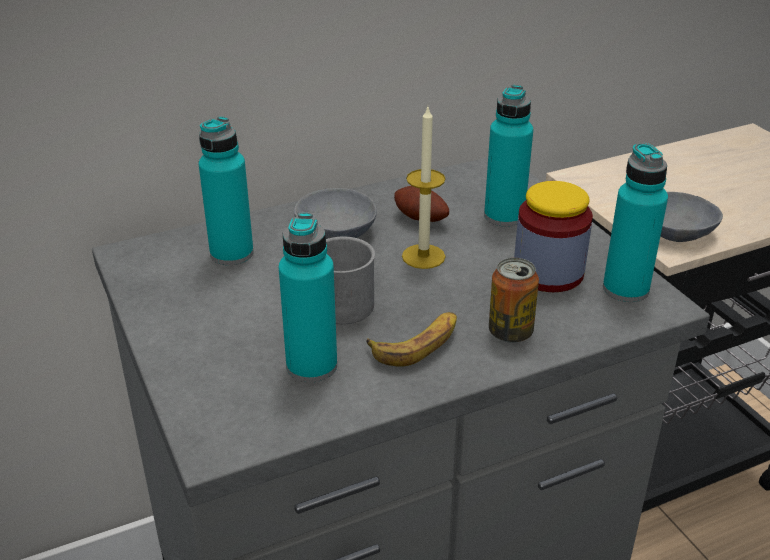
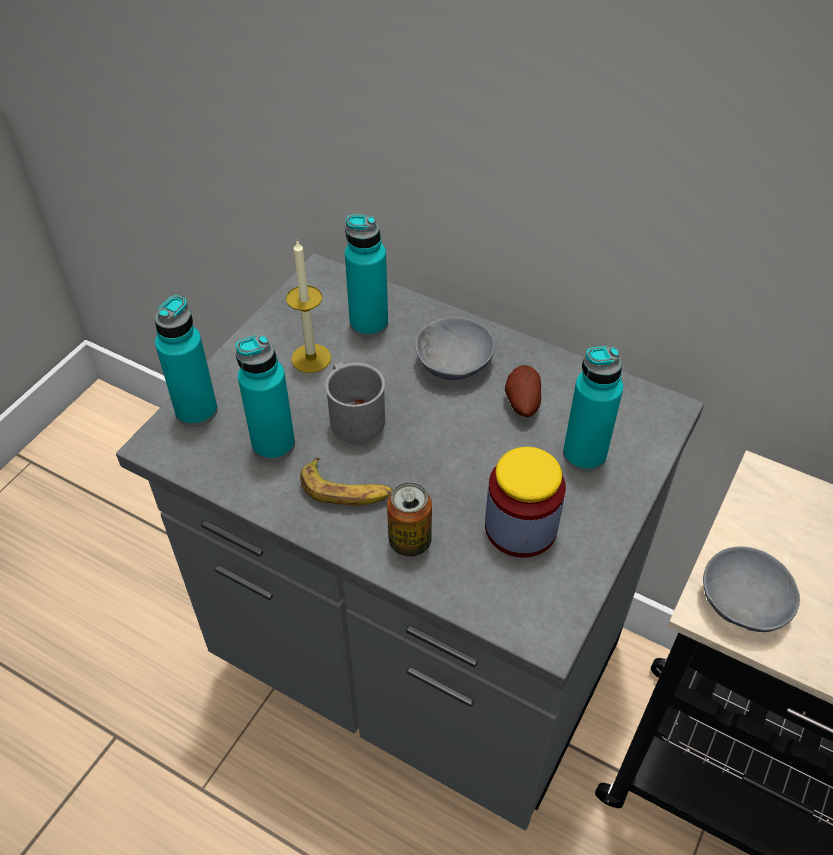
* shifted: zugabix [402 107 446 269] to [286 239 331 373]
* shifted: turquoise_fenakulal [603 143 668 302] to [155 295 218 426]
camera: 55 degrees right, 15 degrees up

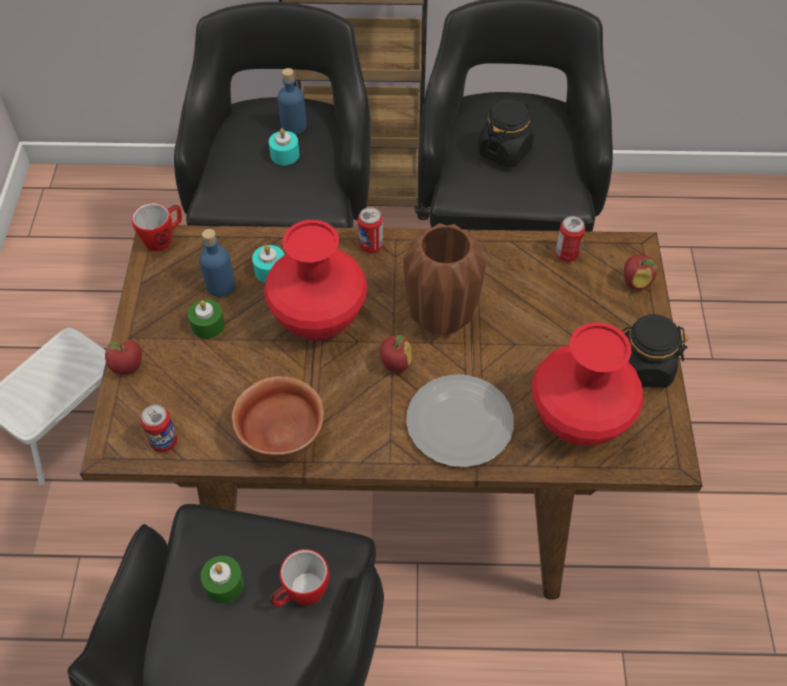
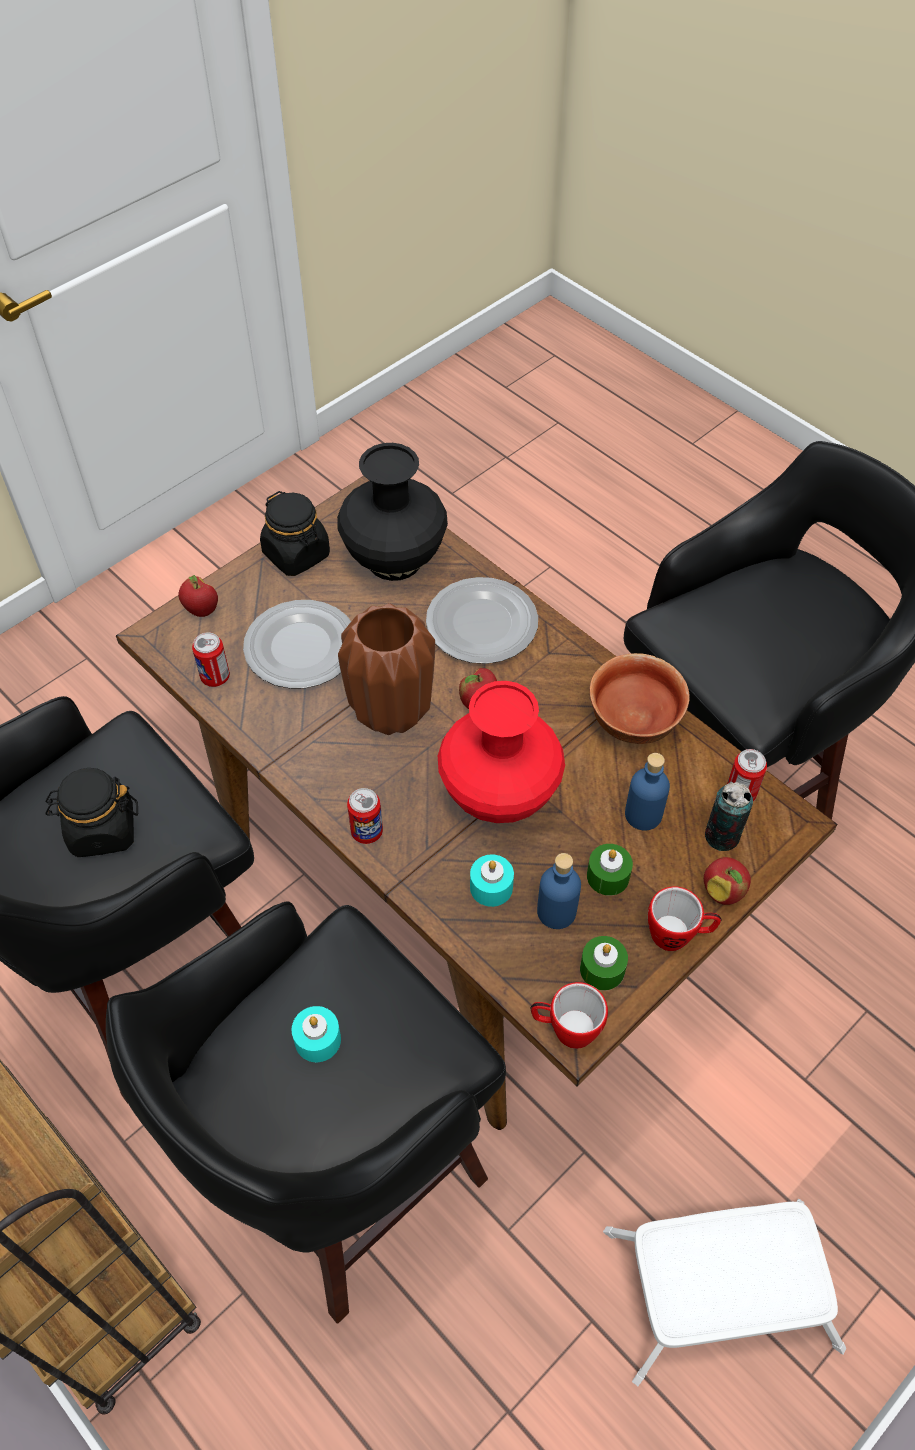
* shifted: blue_fenakulal [278 68 307 135] to [625 753 670 831]
* repainted: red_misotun [532 322 643 446] to black_misotun [337 443 448 581]
* shifted: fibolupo [271 549 329 607] to [648 887 722 951]
* shifted: green_zugabix [201 556 244 604] to [580 936 628 990]
* new: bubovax [243 600 351 689]
* new: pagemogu [705 782 753 851]
camera: 135 degrees left, 0 degrees up

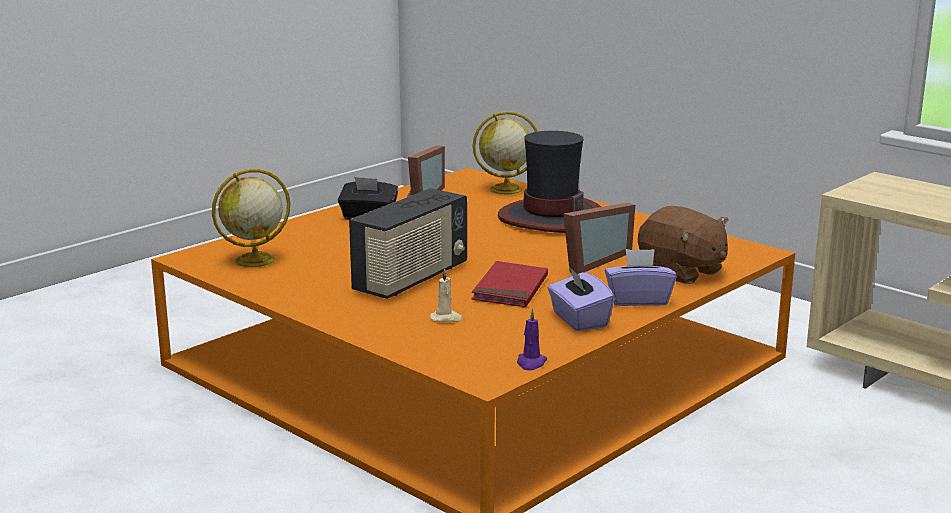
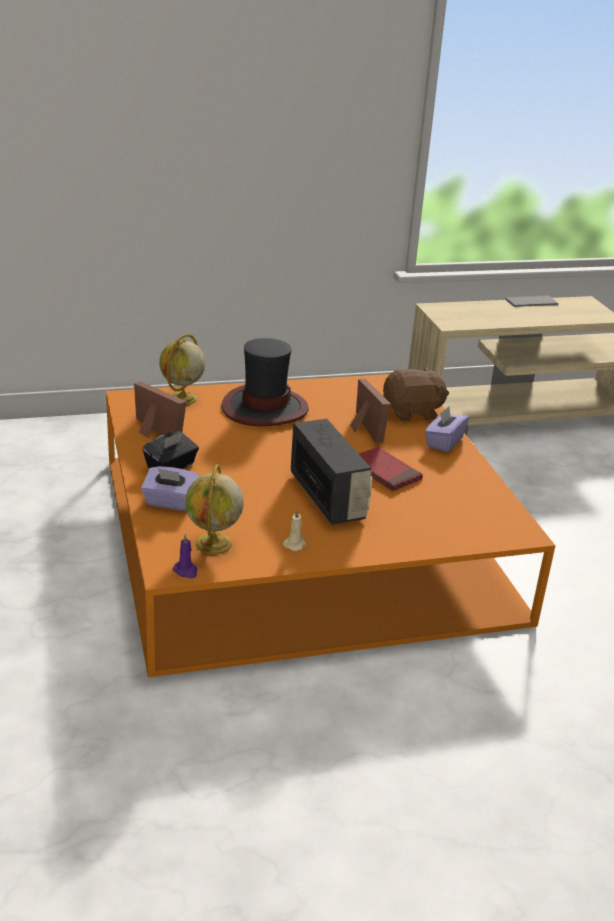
* shifted: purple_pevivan [548 266 615 331] to [141 467 200 511]
* shifted: beige_zugabix [430 269 463 322] to [283 509 307 551]
* shifted: purple_zugabix [517 309 547 371] to [173 533 197 578]
camera: 60 degrees left, 10 degrees up

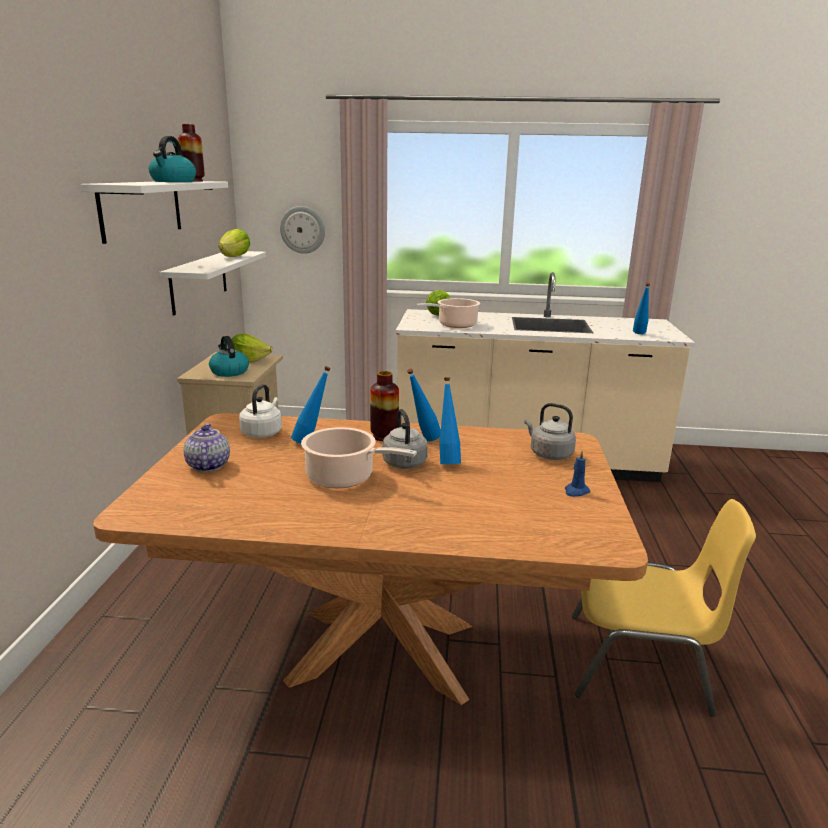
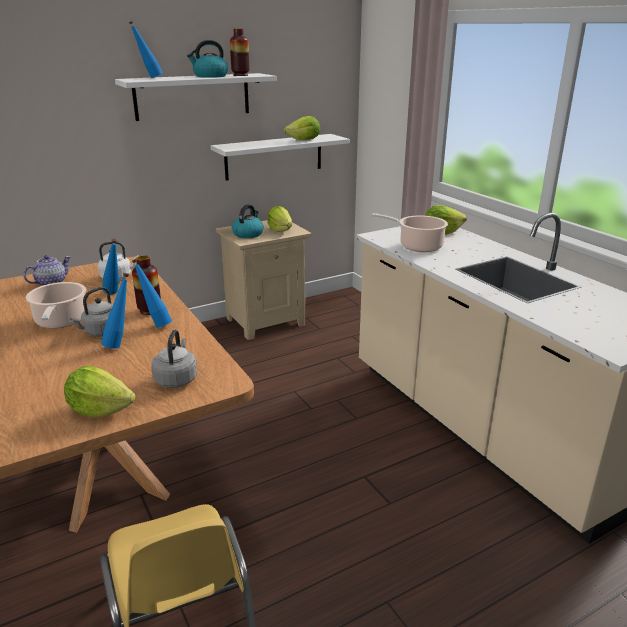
* gone: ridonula [280 206 325 254]
* shifted: blue_fenakulal [633 283 650 334] to [129 21 163 78]
* swapped: blue_zugabix [565 451 591 497] to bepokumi [64 366 136 417]
camera: 55 degrees right, 5 degrees up

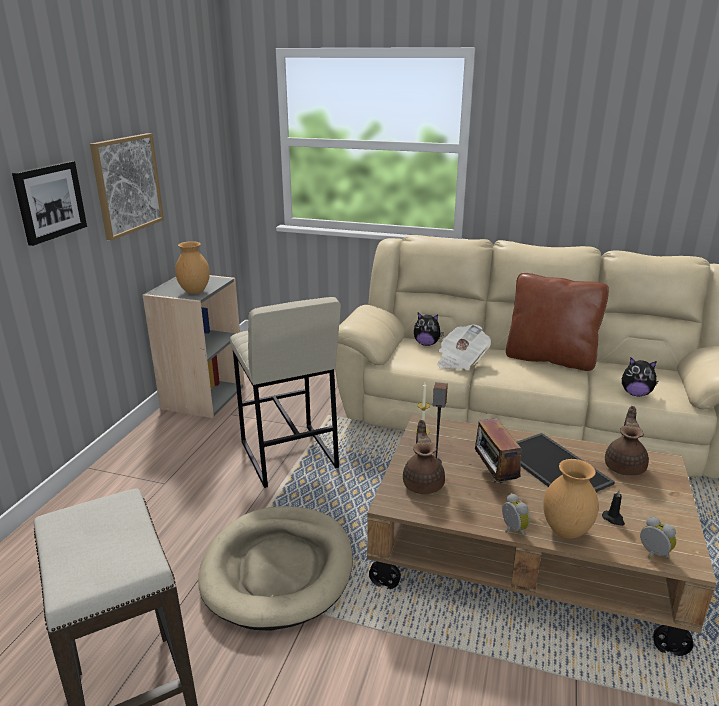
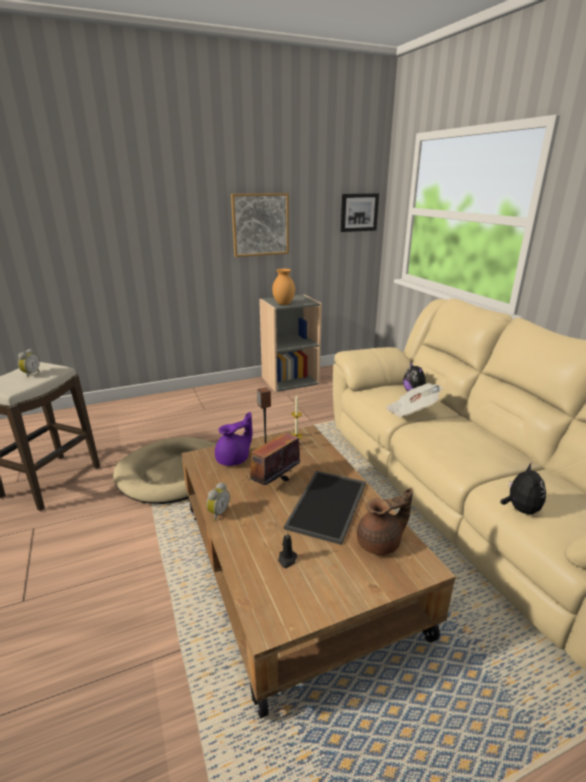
* shifted: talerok [12 161 87 246] to [341 193 379 232]
* gone: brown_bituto [506 273 609 371]
* gone: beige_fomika [230 297 341 488]
* rotated: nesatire [622 358 658 397] = [500 463 546 514] 150 degrees counterclockwise
* repainted: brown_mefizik [403 420 445 494] to purple_mefizik [215 412 253 466]
* gone: brown_misotun [543 459 599 539]
* shifted: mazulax [640 516 676 559] to [18 349 40 378]
camera: 50 degrees right, 0 degrees up

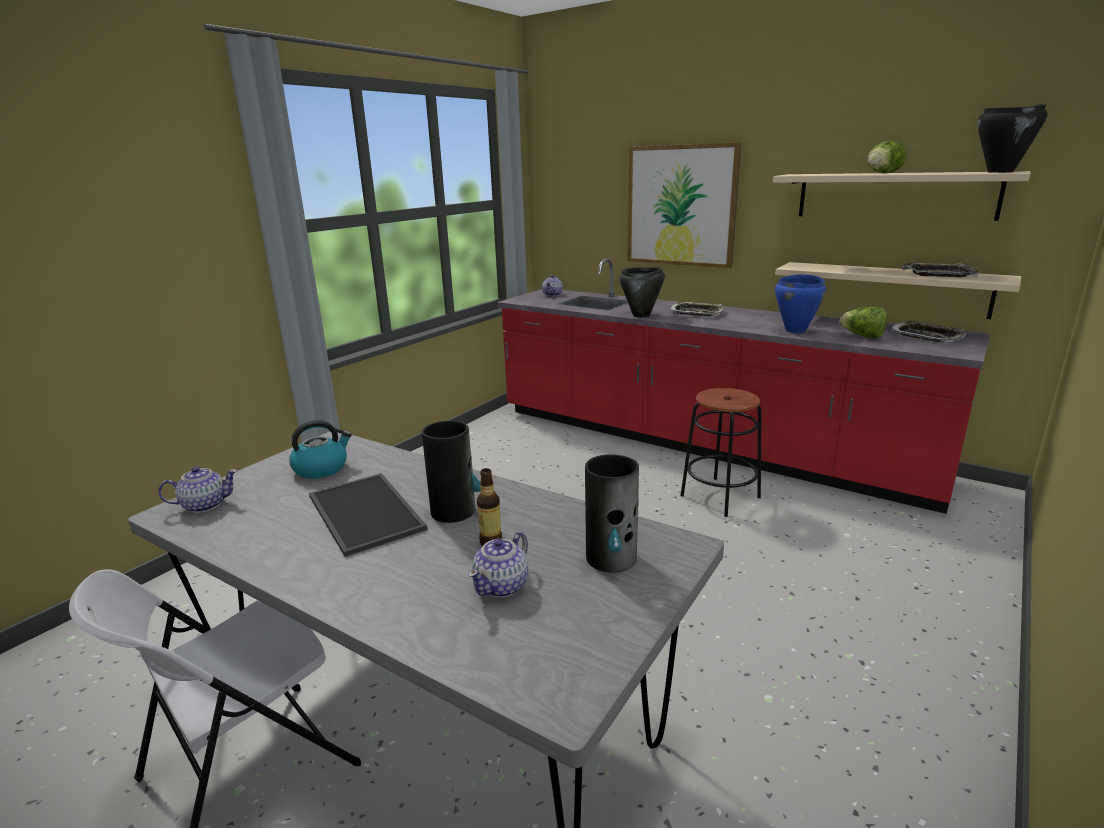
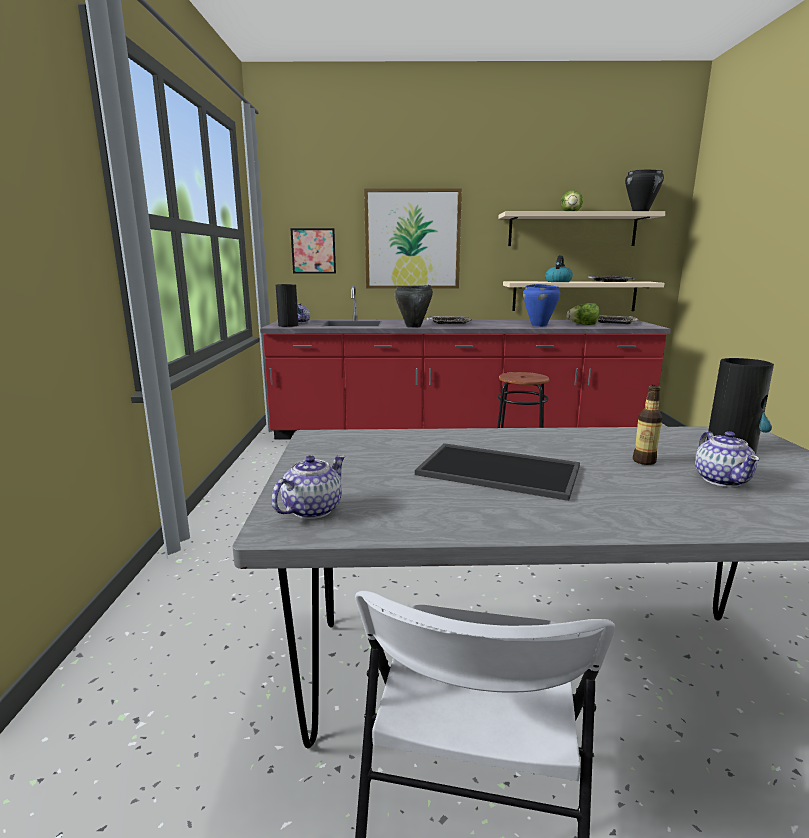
* shifted: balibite [289 420 352 479] to [545 256 573 282]
* shifted: misotun [422 421 481 523] to [276 284 302 327]
* new: talerok [290 228 336 273]
camera: 35 degrees left, 5 degrees down

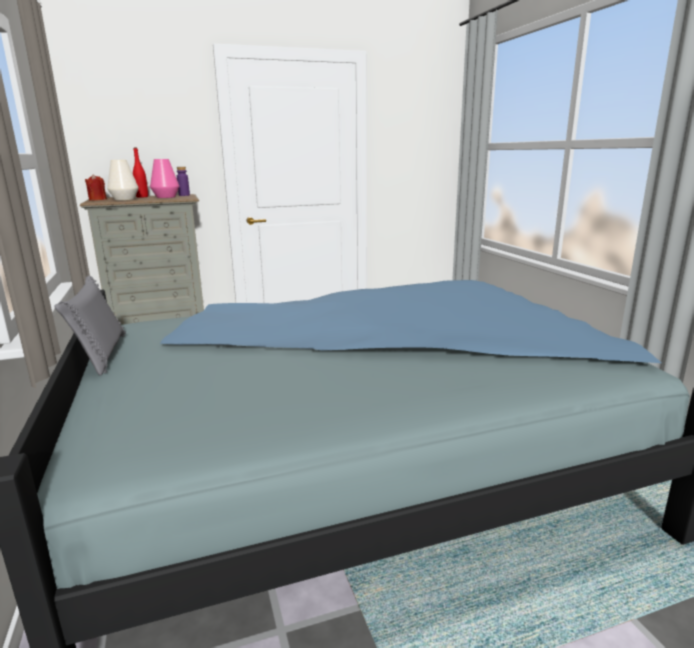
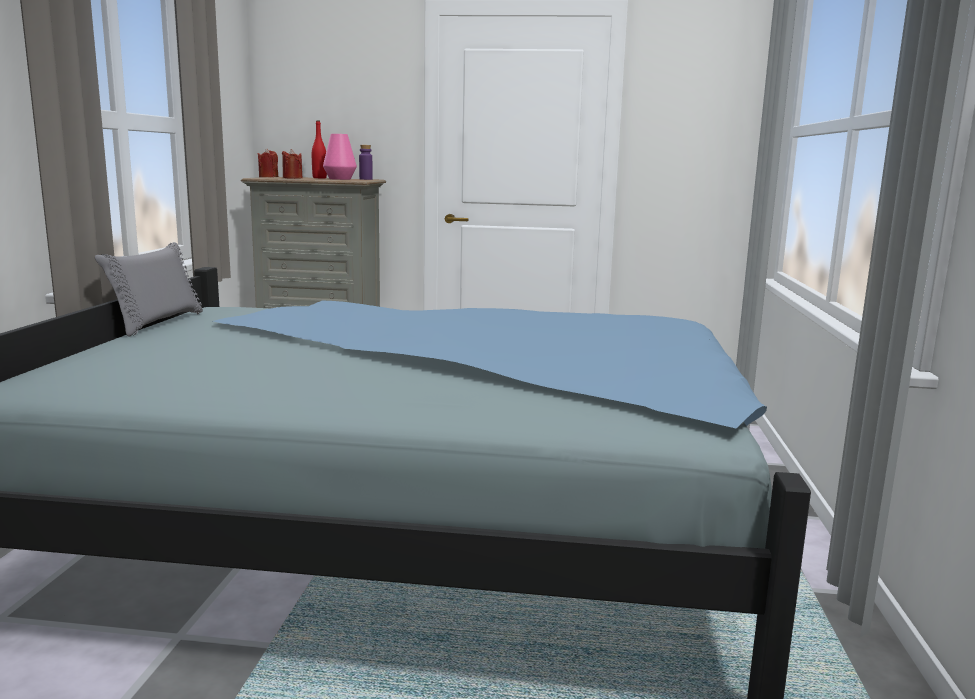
* swapped: white_misotun [107 160 139 200] to red_zugabix [282 149 302 179]
camera: 25 degrees right, 5 degrees down

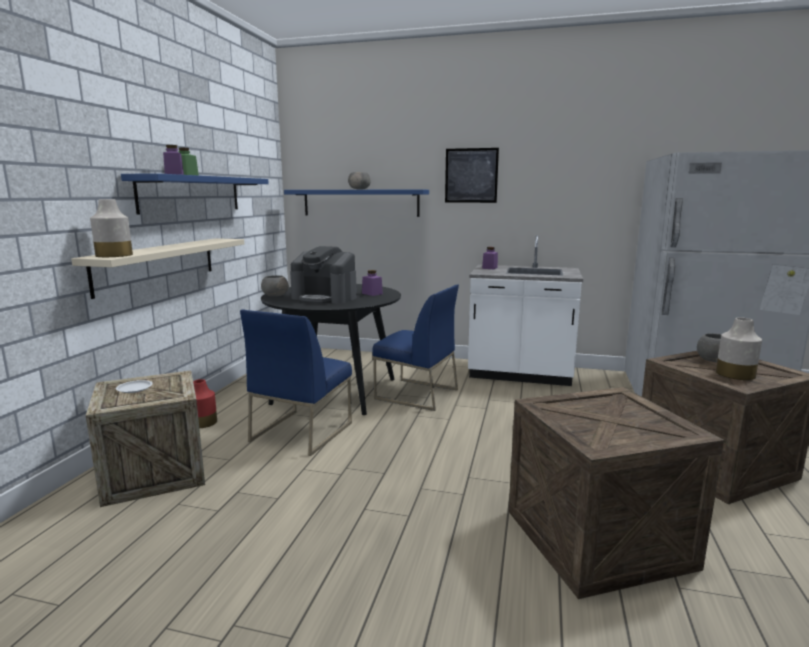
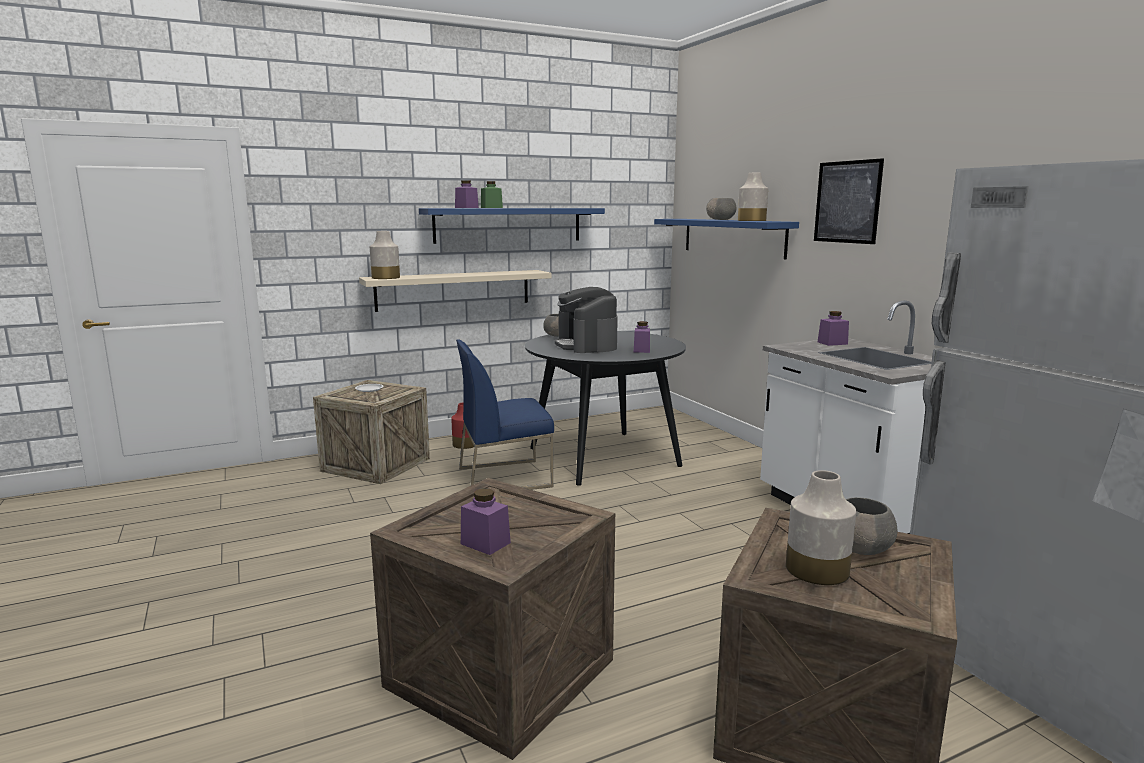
* gone: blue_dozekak [372 285 459 411]
* new: beige_misotun [738 173 768 221]
* new: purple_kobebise [461 488 511 555]
camera: 50 degrees right, 0 degrees up

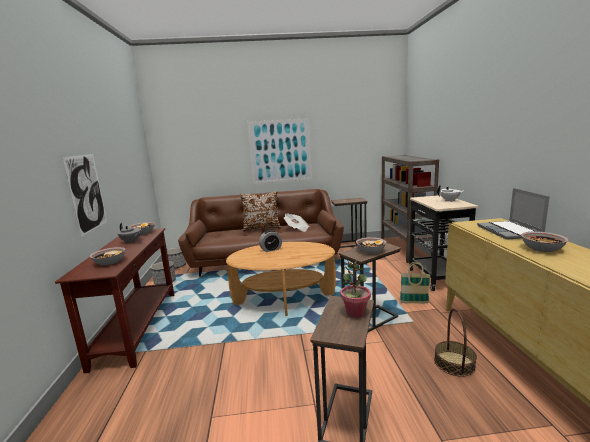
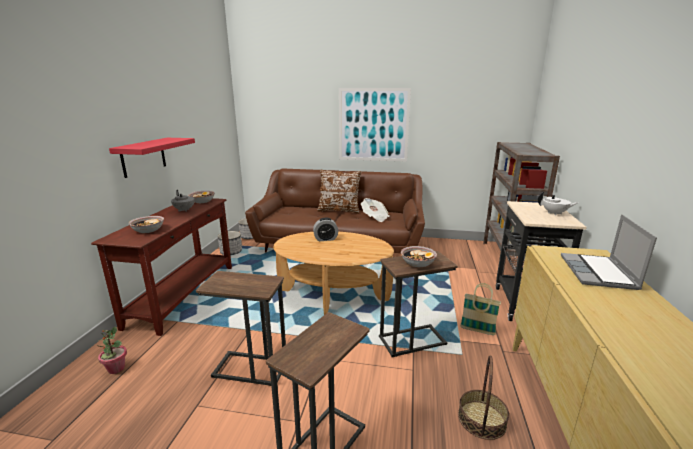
* swapped: talerok [62 154 107 237] to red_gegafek [109 138 195 178]
* shifted: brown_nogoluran [331 198 367 248] to [196 271 286 386]
* gone: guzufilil [521 231 568 252]
* shifted: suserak [340 260 371 318] to [97 327 127 374]
camera: 15 degrees right, 5 degrees up

